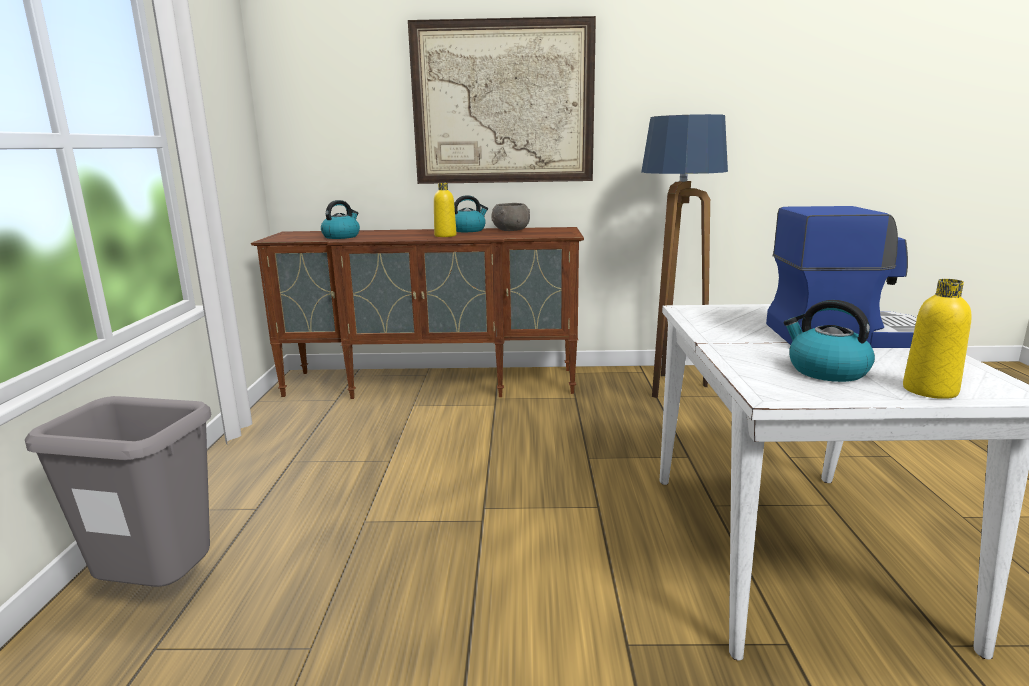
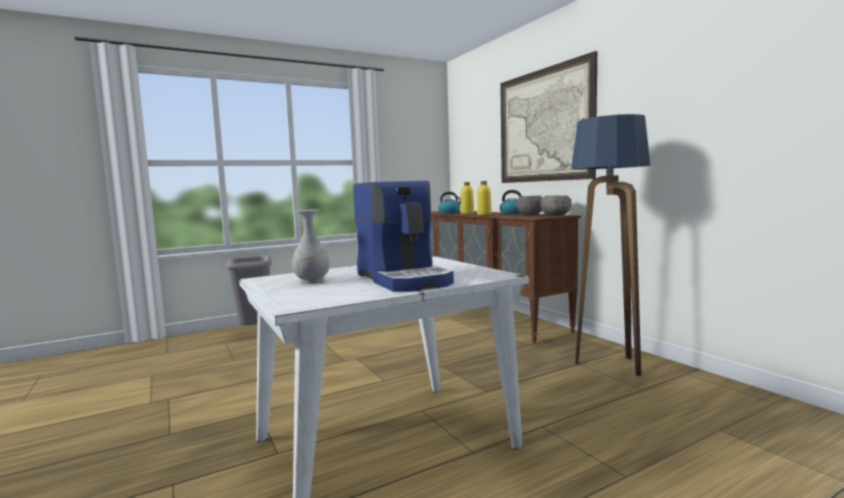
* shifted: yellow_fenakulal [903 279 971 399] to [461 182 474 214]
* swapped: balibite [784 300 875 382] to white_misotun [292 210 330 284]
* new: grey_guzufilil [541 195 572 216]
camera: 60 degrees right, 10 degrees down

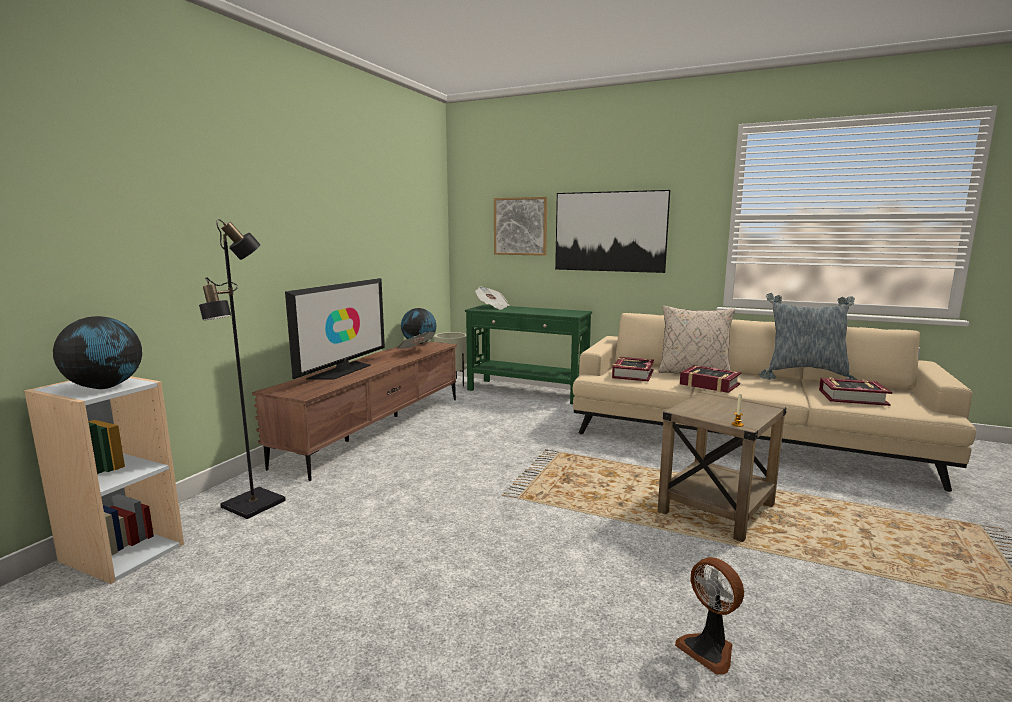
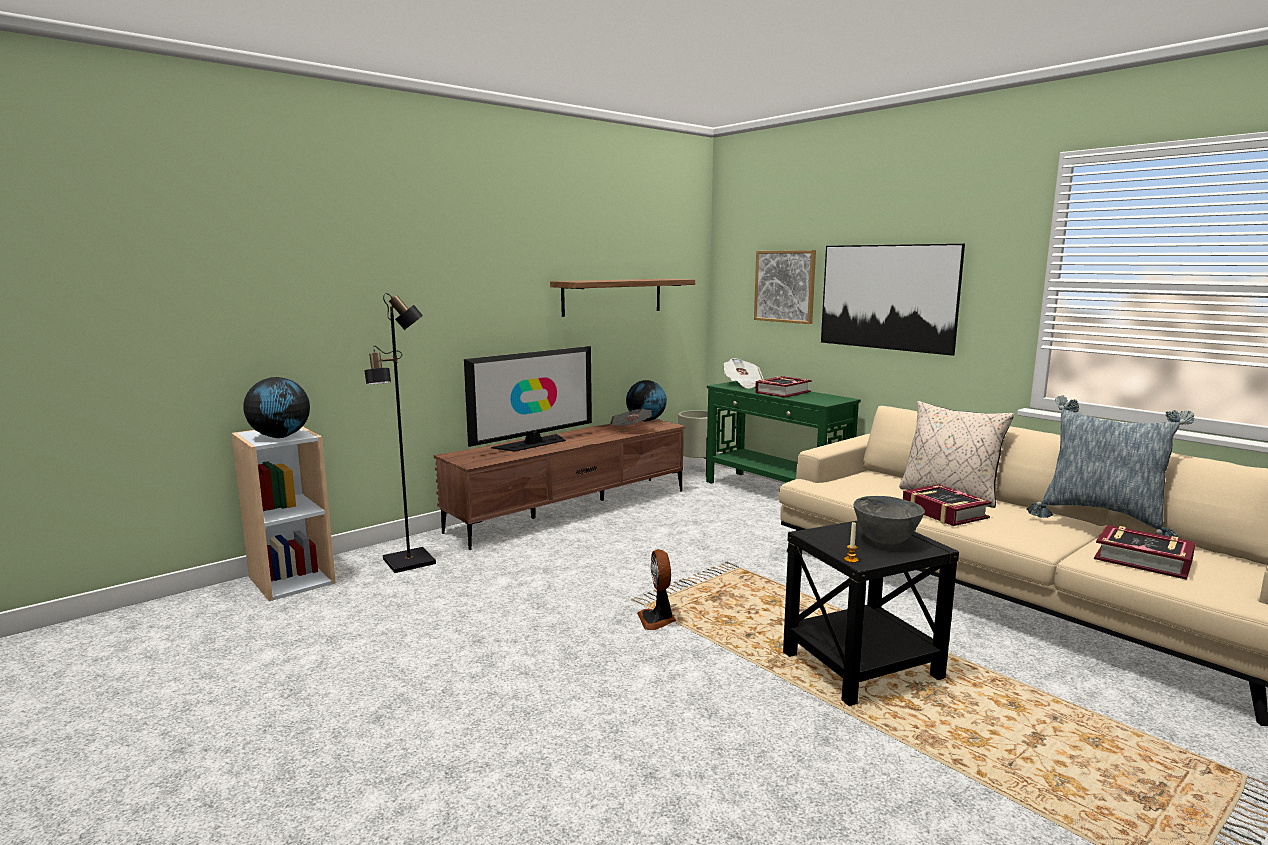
* shifted: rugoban [612 357 654 382] to [755 376 812 398]
* repainted: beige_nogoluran [658 391 786 542] to black_nogoluran [783 520 959 706]
* shifted: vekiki [675 557 744 675] to [637 549 676 630]
* new: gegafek [550 279 695 317]
* new: grey_guzufilil [853 496 925 545]
camera: 25 degrees right, 0 degrees up

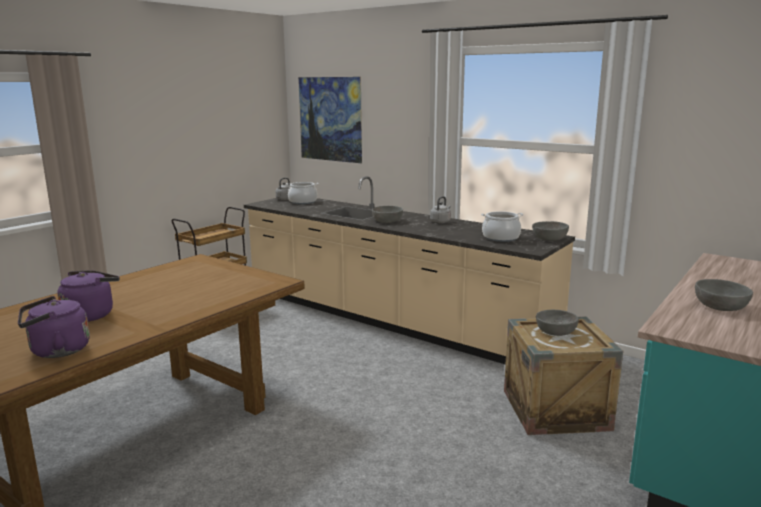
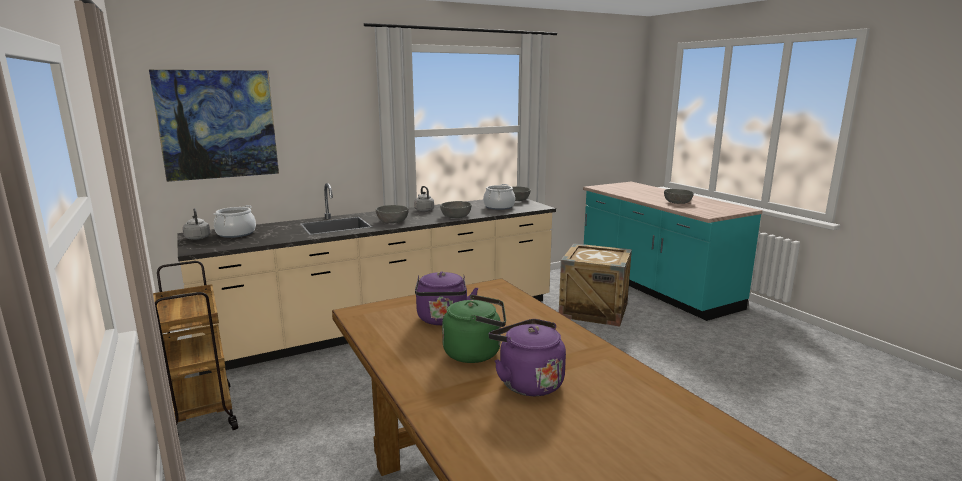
* shifted: purple_balibite [18 296 90 358] to [415 271 478 325]
* shifted: grey_guzufilil [536 310 579 336] to [440 201 472 218]
* new: green_balibite [442 295 506 363]
camera: 65 degrees left, 0 degrees up

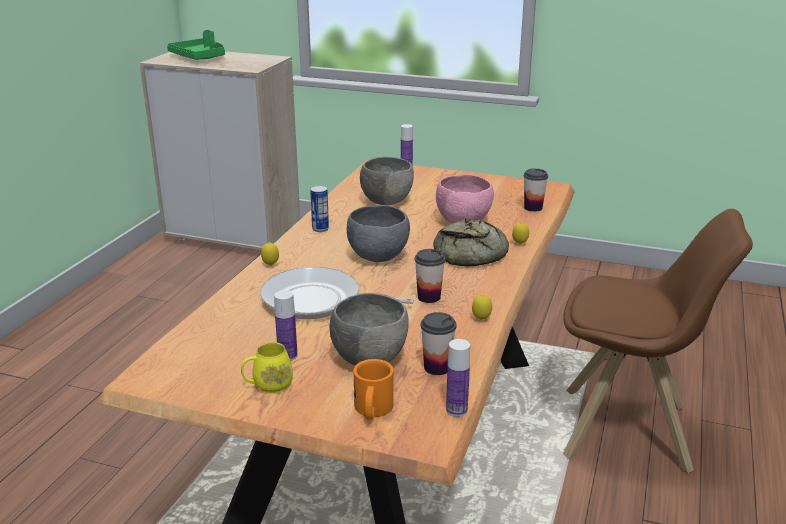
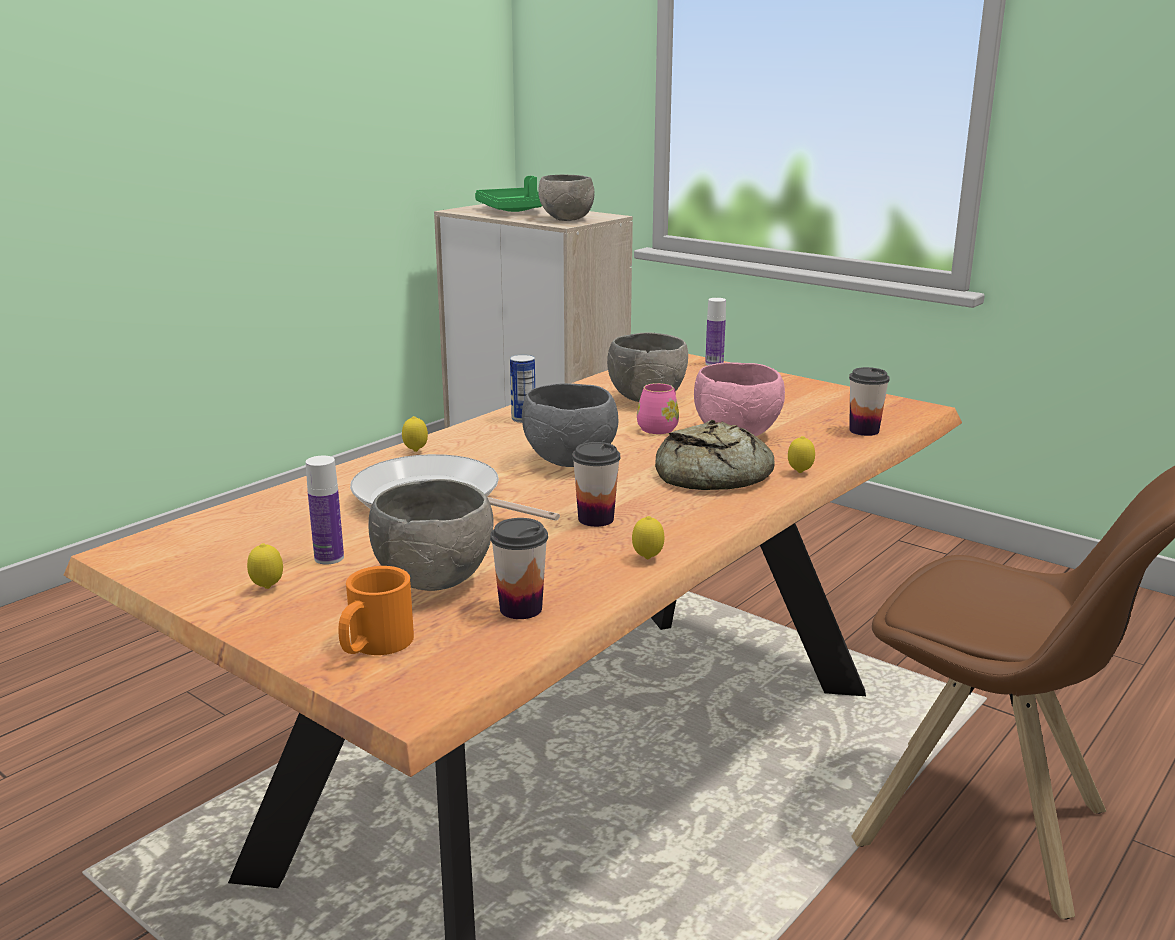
* gone: fenakulal [446 339 470 417]
* swapped: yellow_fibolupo [241 342 293 393] to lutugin [247 543 283 589]
* new: grey_guzufilil [538 175 594 221]
* new: pink_fibolupo [637 383 679 434]
camera: 20 degrees right, 5 degrees down

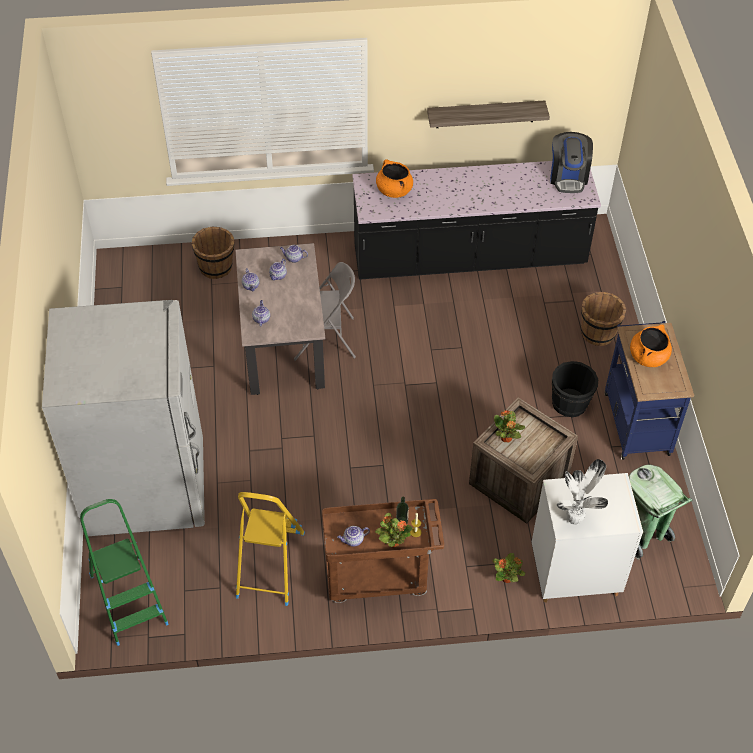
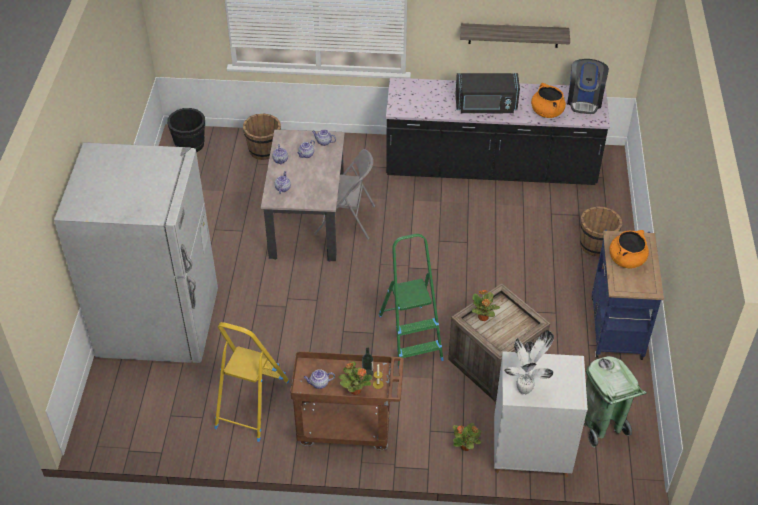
* shifted: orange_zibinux [376 159 413 198] to [531 83 566 118]
* shifted: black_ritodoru [552 361 598 417] to [167 108 205 152]
* shifted: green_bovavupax [80 499 168 646] to [379 234 444 369]
* new: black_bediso [455 73 520 113]
camera: 10 degrees right, 5 degrees down

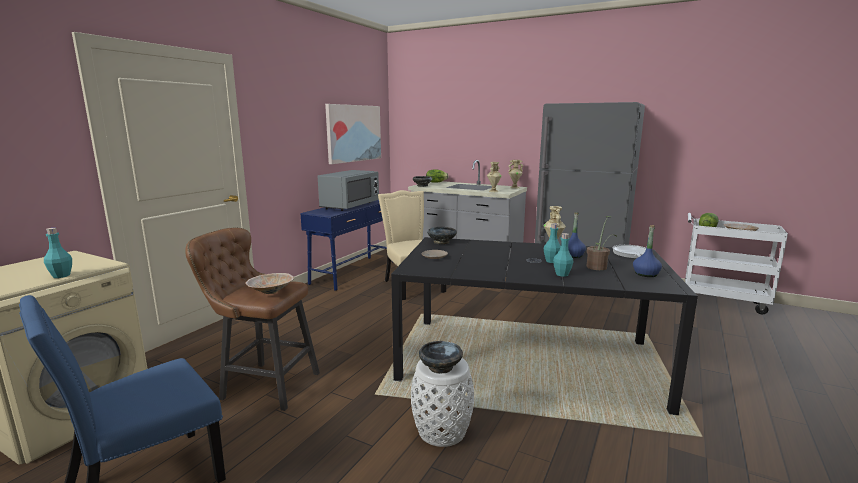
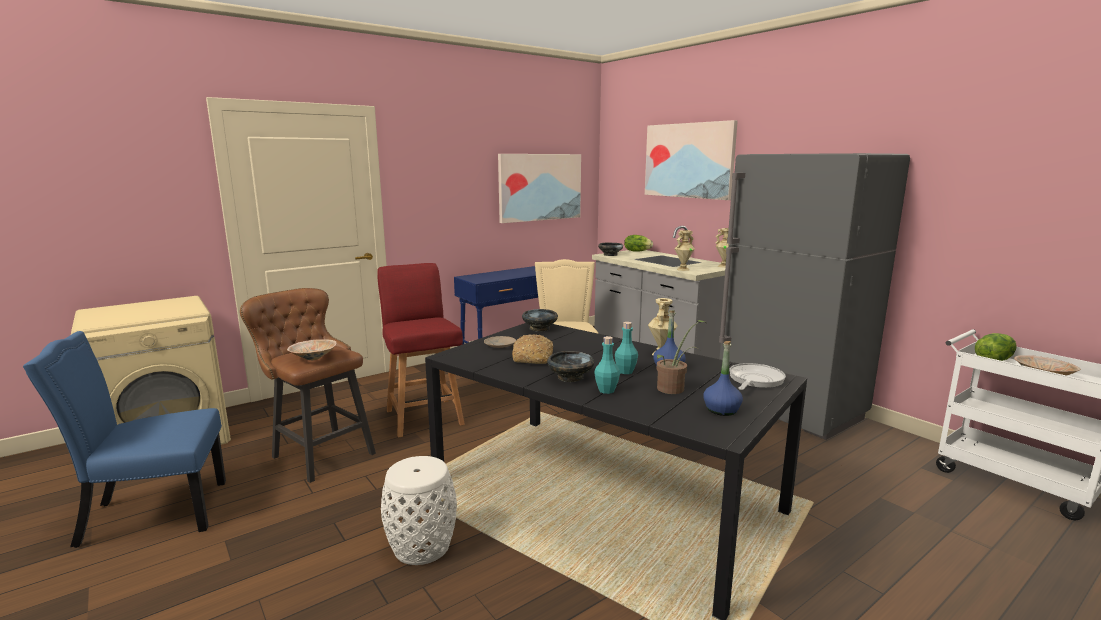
* gone: grey_bediso [318 170 379 211]
* gone: turquoise_fenakulal [44 228 72 278]
* shifted: black_guzufilil [419 341 463 374] to [547 351 594 382]
* new: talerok [645 120 738 200]
* new: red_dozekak [377 263 465 438]
* new: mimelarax [512 334 553 364]
camera: 25 degrees right, 0 degrees up

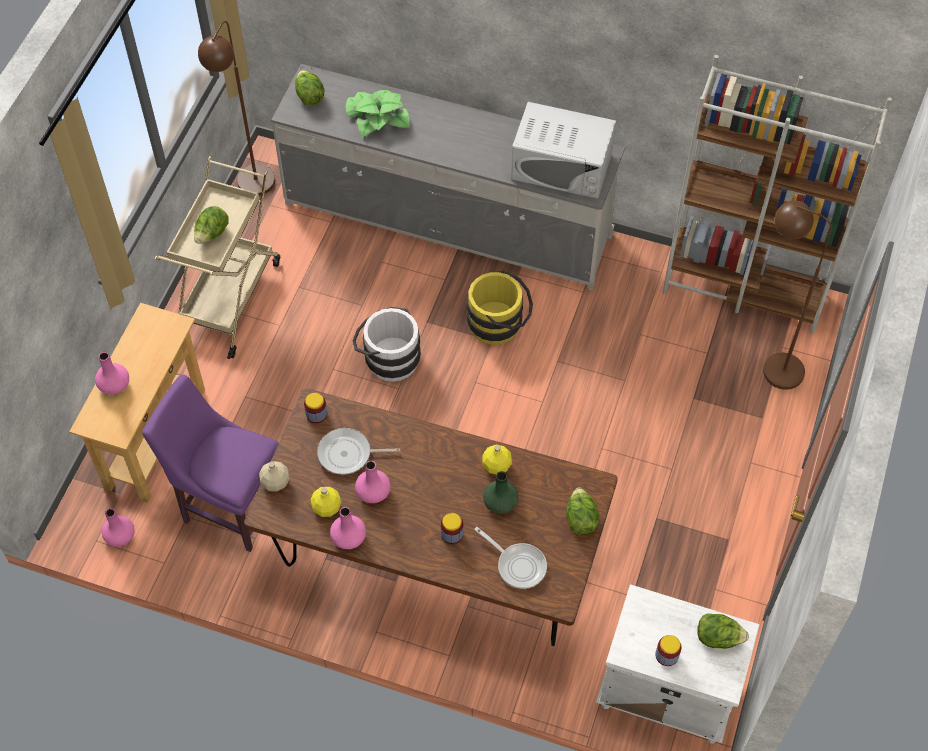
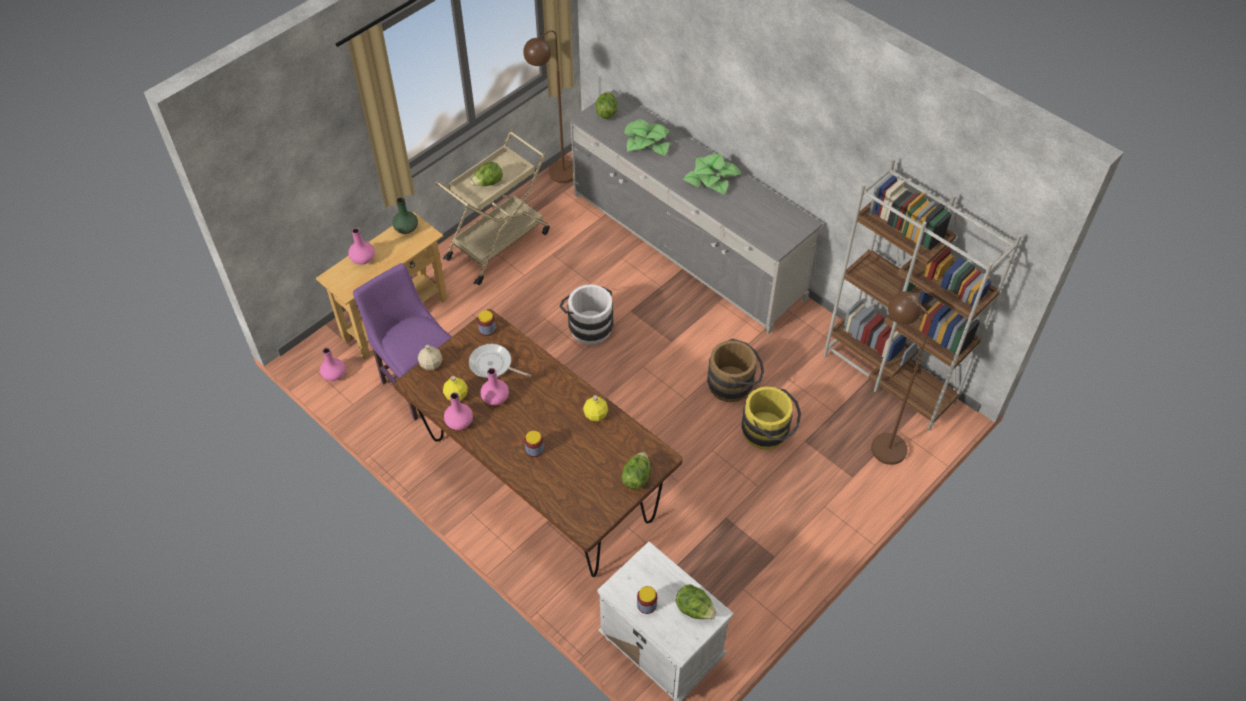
* gone: white_bediso [511 102 616 198]
* shifted: yellow_ritodoru [467 270 533 345] to [742 386 801 450]
* shifted: green_misotun [483 471 519 514] to [392 197 418 234]
* gone: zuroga [474 527 547 589]
* new: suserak [683 154 741 195]
* new: brown_ritodoru [707 338 764 402]
camera: 25 degrees right, 5 degrees down

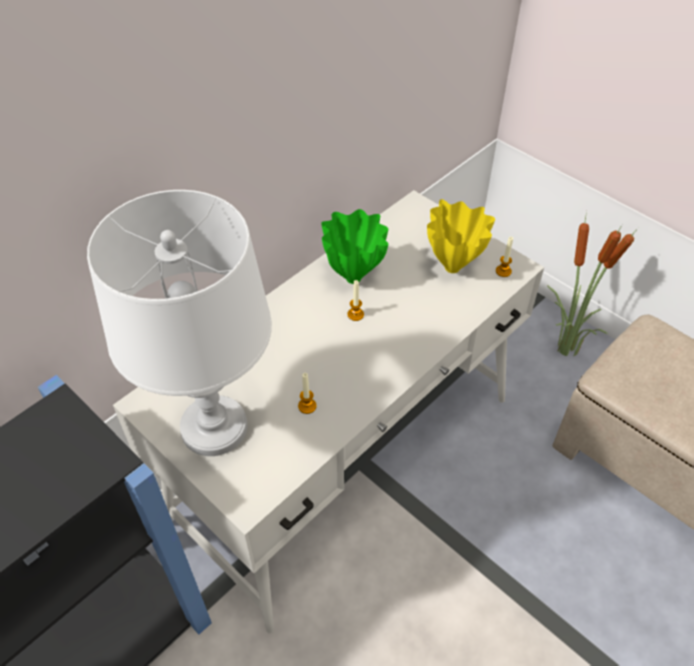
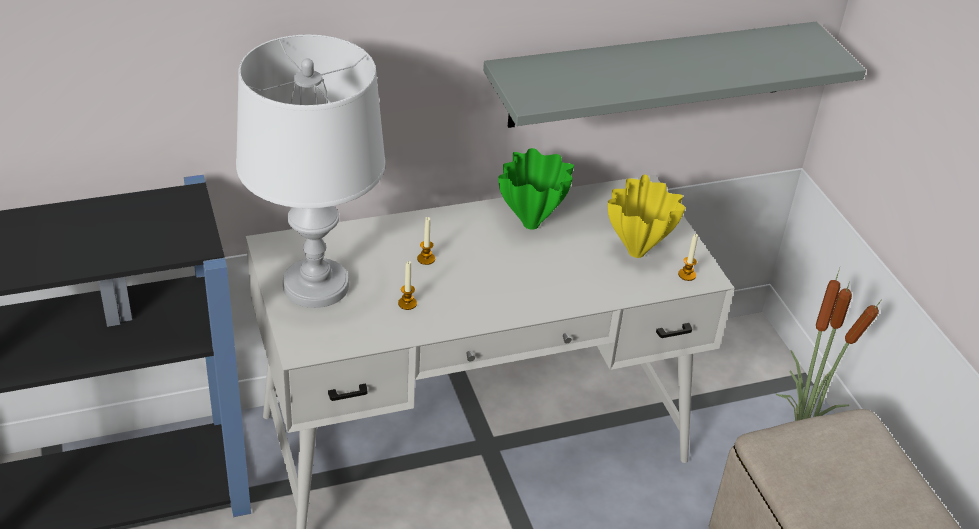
* shifted: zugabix [347 280 364 321] to [417 217 435 265]
* new: grey_gegafek [483 22 866 128]
camera: 25 degrees right, 10 degrees down

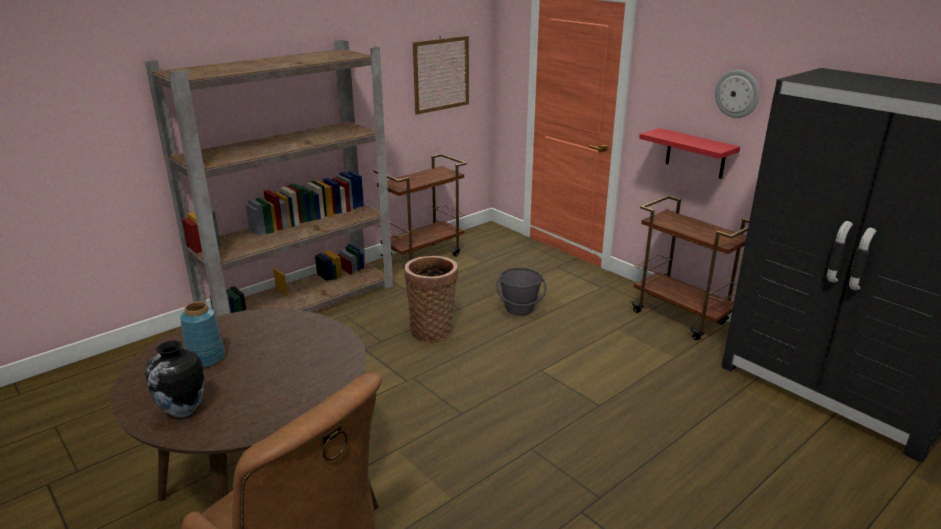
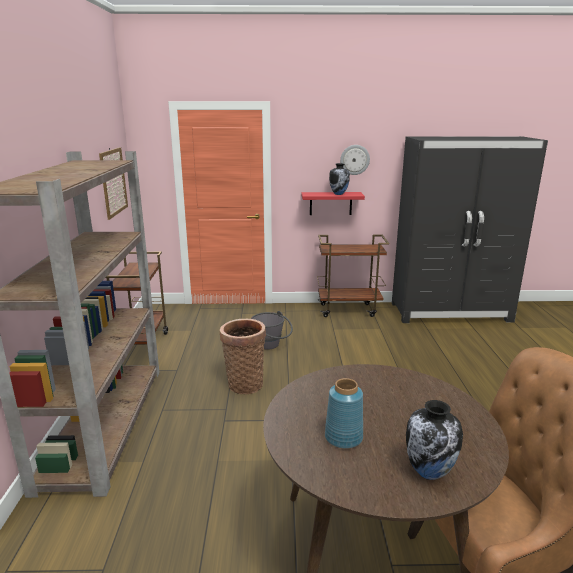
* new: misotun [329 163 350 195]
camera: 50 degrees left, 5 degrees down

